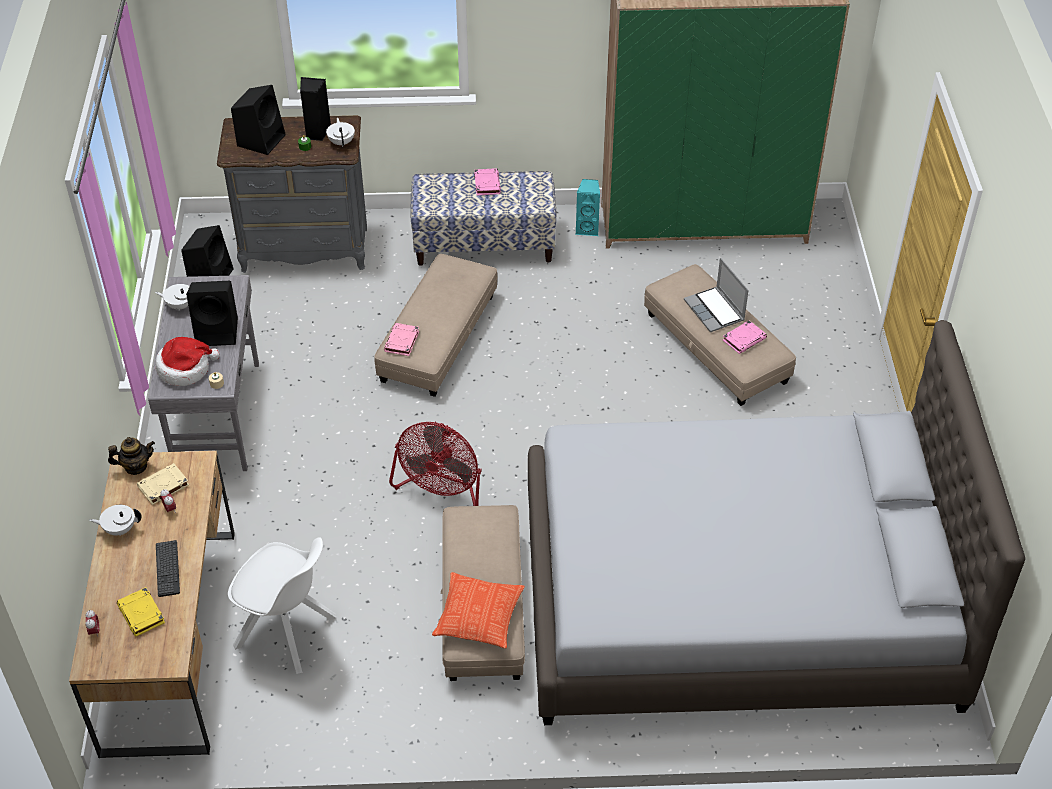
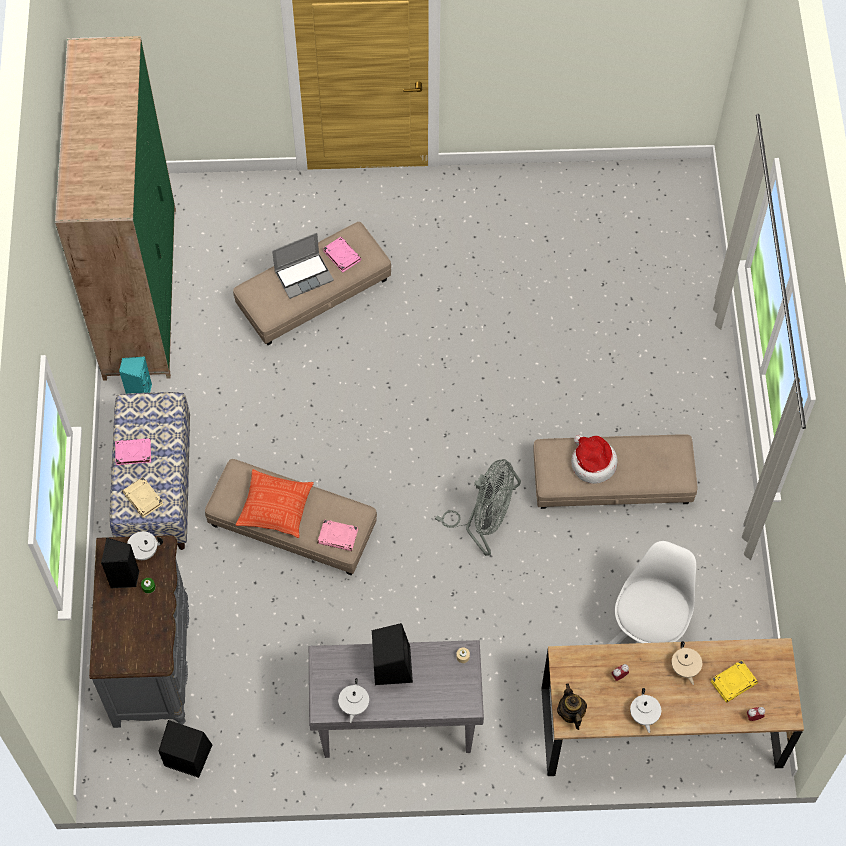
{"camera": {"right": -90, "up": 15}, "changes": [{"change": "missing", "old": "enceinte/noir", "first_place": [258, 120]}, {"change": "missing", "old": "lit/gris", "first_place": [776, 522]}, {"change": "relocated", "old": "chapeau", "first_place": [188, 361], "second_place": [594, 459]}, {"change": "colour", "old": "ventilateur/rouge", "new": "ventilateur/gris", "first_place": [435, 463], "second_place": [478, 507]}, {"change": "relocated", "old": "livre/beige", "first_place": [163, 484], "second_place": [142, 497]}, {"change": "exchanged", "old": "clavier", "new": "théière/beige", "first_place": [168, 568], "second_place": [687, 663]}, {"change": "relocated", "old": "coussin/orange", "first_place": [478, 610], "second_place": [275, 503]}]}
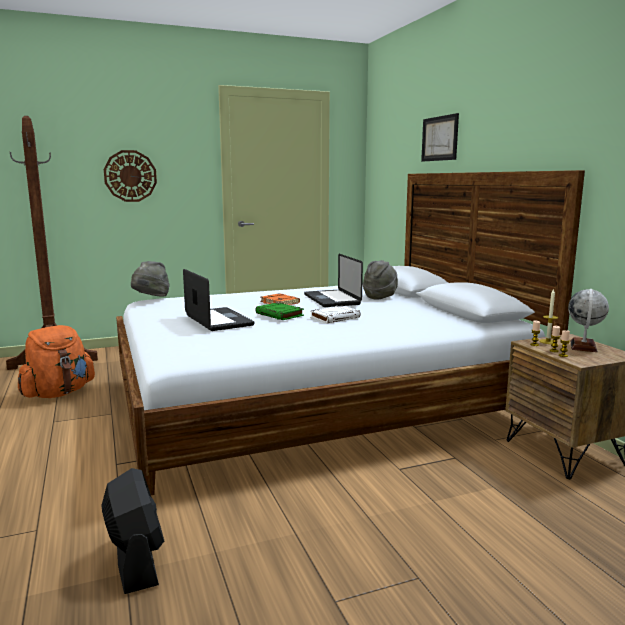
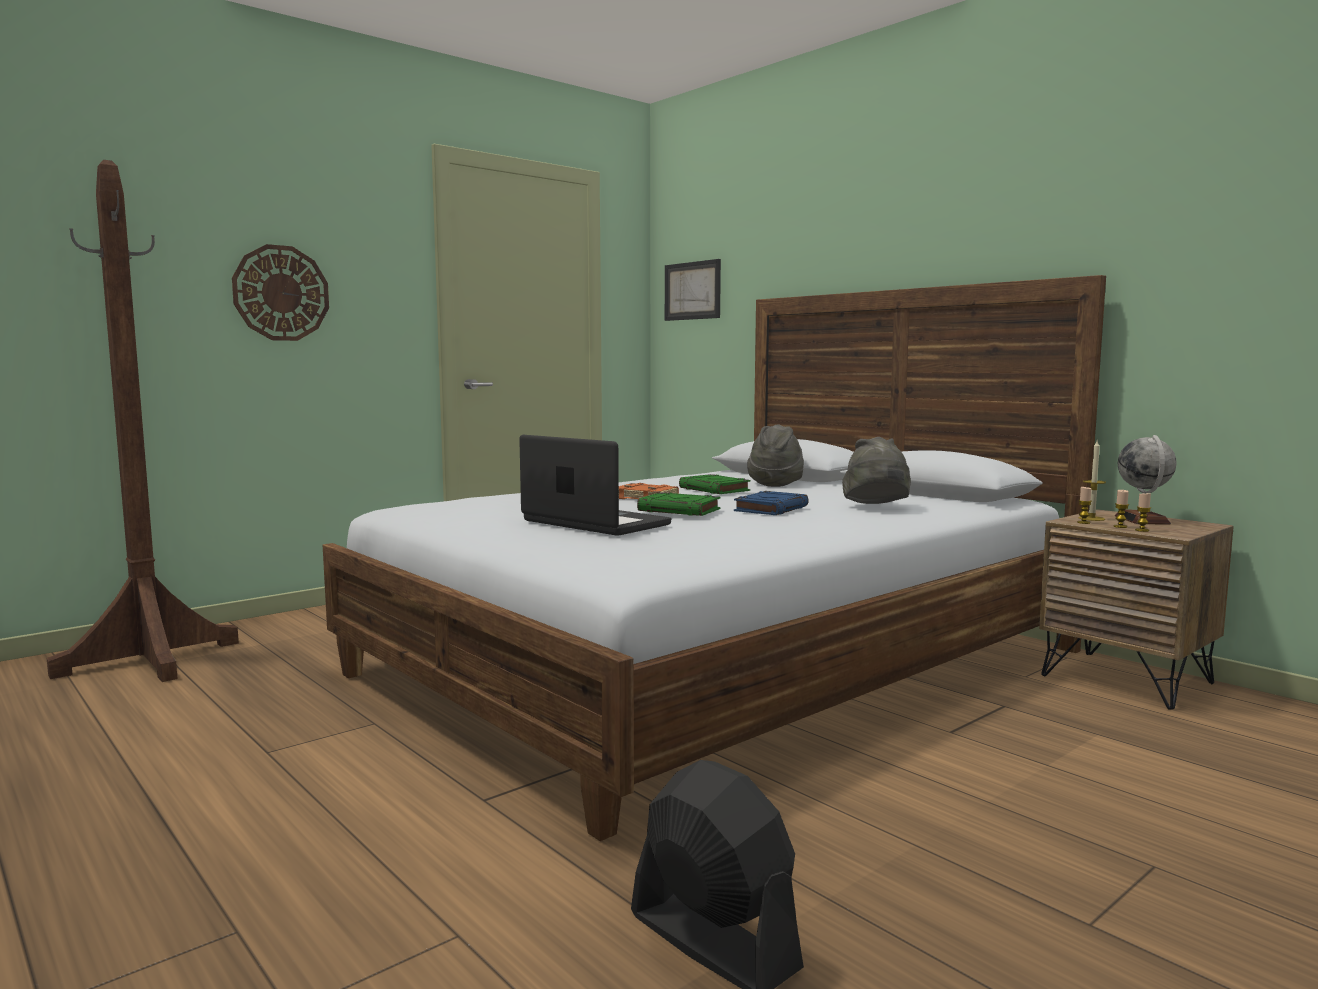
{"camera": {"right": -20, "up": -5}, "changes": [{"change": "relocated", "old": "tableau", "first_place": [440, 137], "second_place": [693, 290]}, {"change": "exchanged", "old": "ordinateur portable", "new": "livre/vert", "first_place": [333, 280], "second_place": [714, 484]}, {"change": "relocated", "old": "chapeau/gris", "first_place": [150, 279], "second_place": [876, 470]}, {"change": "colour", "old": "livre/blanc", "new": "livre/bleu", "first_place": [335, 314], "second_place": [771, 503]}, {"change": "missing", "old": "sac à dos/orange", "first_place": [56, 361]}]}
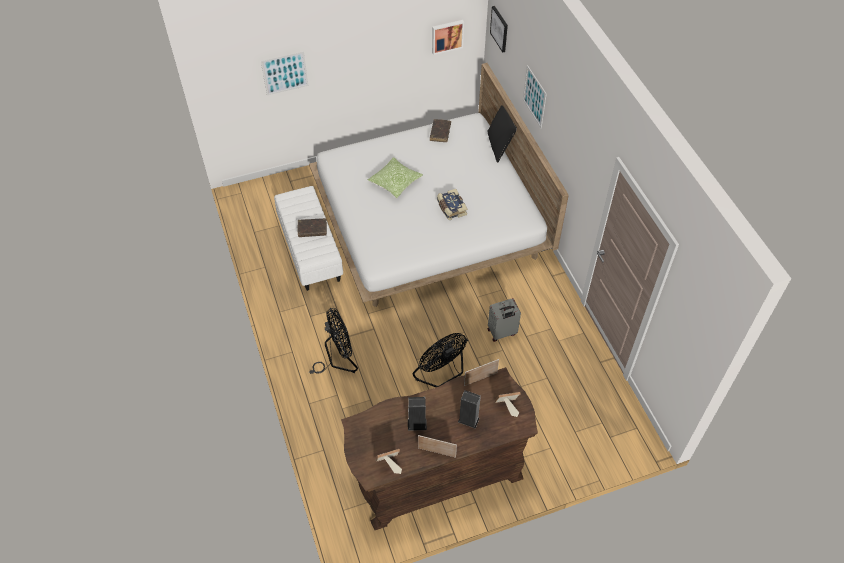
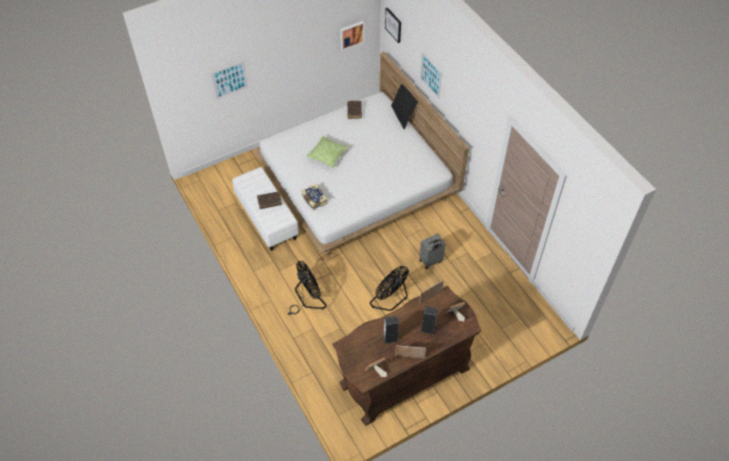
{"camera": {"right": -10, "up": 0}, "changes": [{"change": "relocated", "old": "livre", "first_place": [452, 204], "second_place": [314, 197]}]}
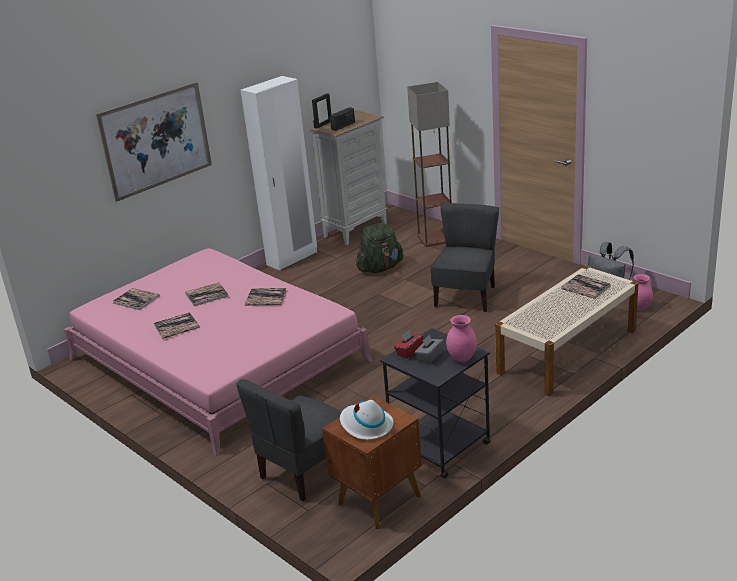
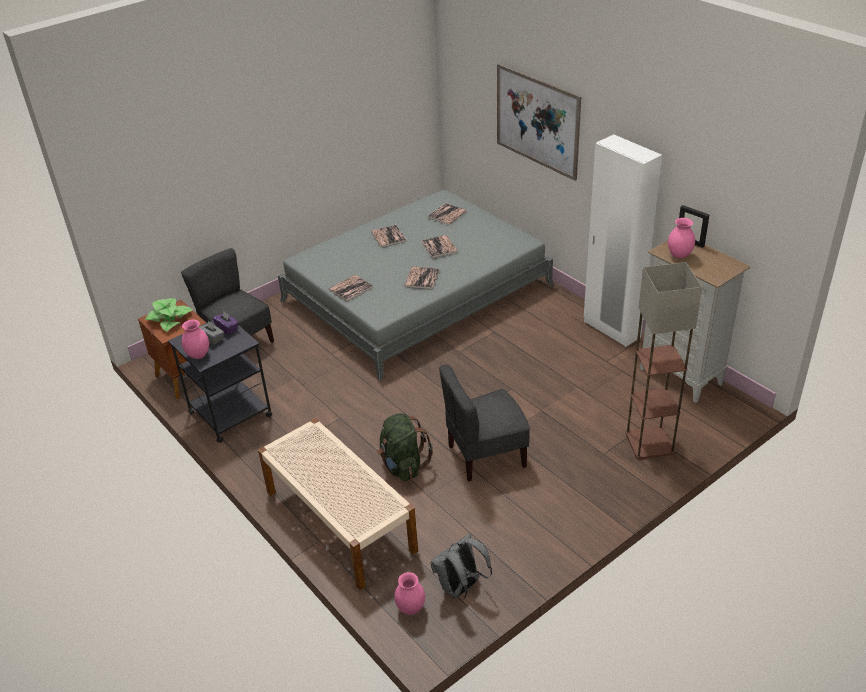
{"camera": {"right": 95, "up": 10}, "changes": [{"change": "exchanged", "old": "radio", "new": "vase/rose", "first_place": [342, 119], "second_place": [681, 238]}, {"change": "spun", "old": "chaise/gris", "first_place": [465, 257], "second_place": [484, 422], "degrees": 135}, {"change": "relocated", "old": "sac à dos/vert", "first_place": [379, 248], "second_place": [405, 447]}, {"change": "colour", "old": "lit/rose", "new": "lit/gris", "first_place": [218, 352], "second_place": [416, 285]}, {"change": "relocated", "old": "livre", "first_place": [586, 286], "second_place": [351, 288]}, {"change": "colour", "old": "boîte à mouchoirs/rouge", "new": "boîte à mouchoirs/violet", "first_place": [409, 344], "second_place": [225, 322]}, {"change": "exchanged", "old": "chapeau/blanc", "new": "plante en pot", "first_place": [367, 420], "second_place": [168, 315]}]}
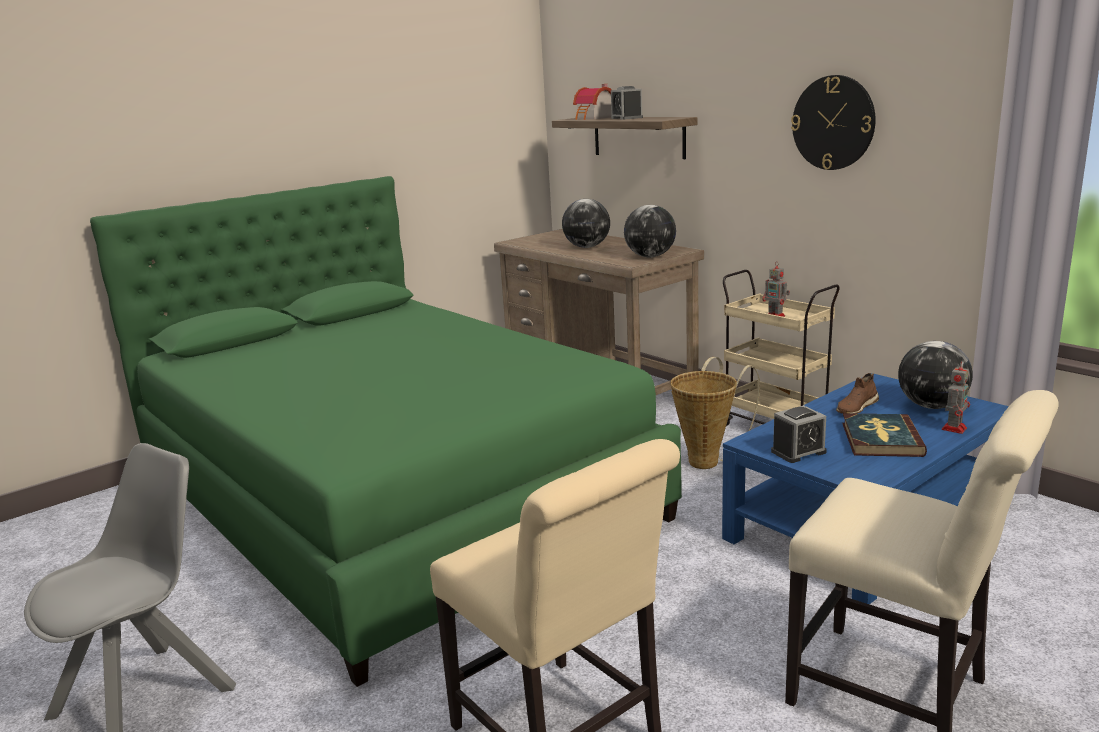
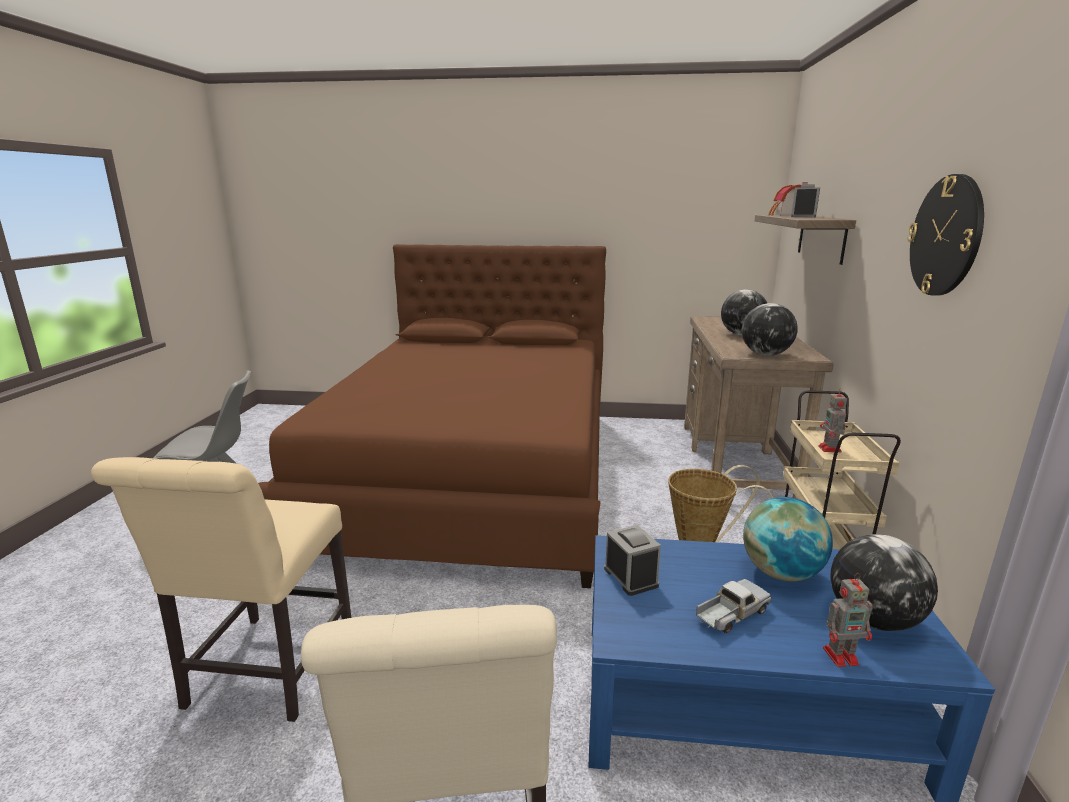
{"camera": {"right": 45, "up": 0}, "changes": [{"change": "colour", "old": "lit/vert", "new": "lit/marron", "first_place": [386, 431], "second_place": [432, 416]}, {"change": "exchanged", "old": "chaussure/marron", "new": "globe", "first_place": [857, 393], "second_place": [788, 539]}, {"change": "spun", "old": "réveil", "first_place": [799, 434], "second_place": [632, 560], "degrees": -135}, {"change": "exchanged", "old": "livre", "new": "camion jouet", "first_place": [884, 435], "second_place": [733, 606]}]}
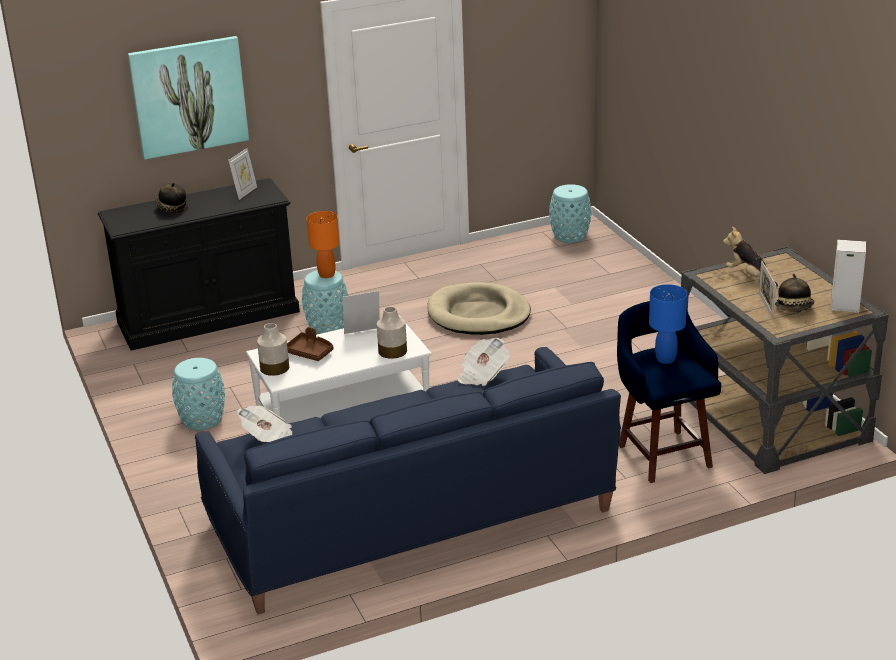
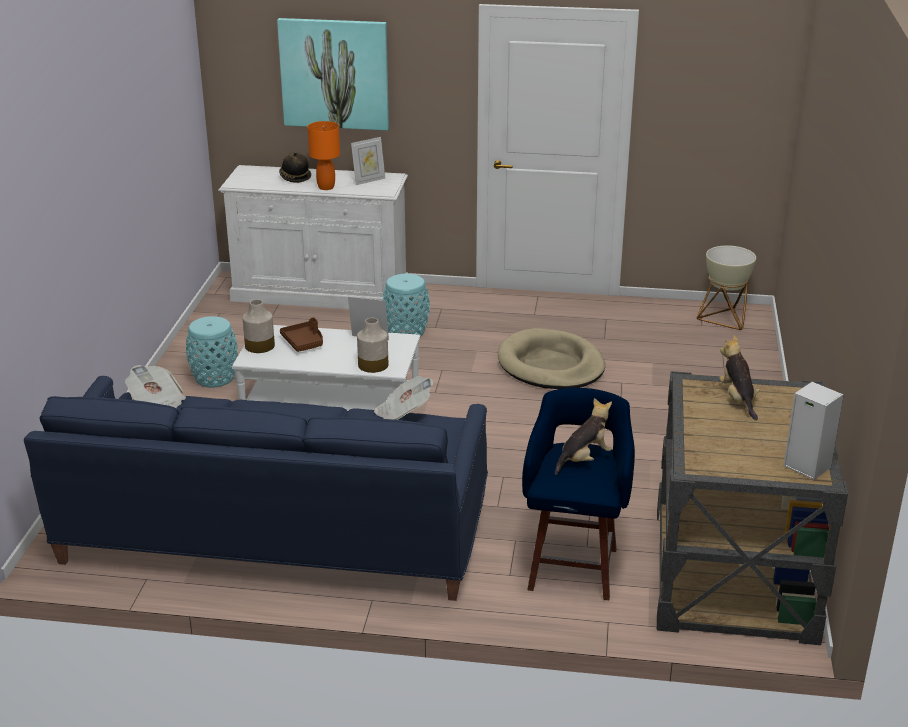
{"camera": {"right": 30, "up": 0}, "changes": [{"change": "colour", "old": "meuble de rangement/noir", "new": "meuble de rangement/blanc", "first_place": [199, 264], "second_place": [313, 238]}, {"change": "exchanged", "old": "tabouret/turquoise", "new": "cache-pot", "first_place": [570, 213], "second_place": [726, 287]}, {"change": "relocated", "old": "lampe de table/orange", "first_place": [323, 244], "second_place": [324, 155]}, {"change": "missing", "old": "cadre photo", "first_place": [767, 290]}, {"change": "missing", "old": "chapeau", "first_place": [794, 293]}, {"change": "exchanged", "old": "lampe de table/bleu", "new": "peluche", "first_place": [668, 324], "second_place": [583, 436]}]}
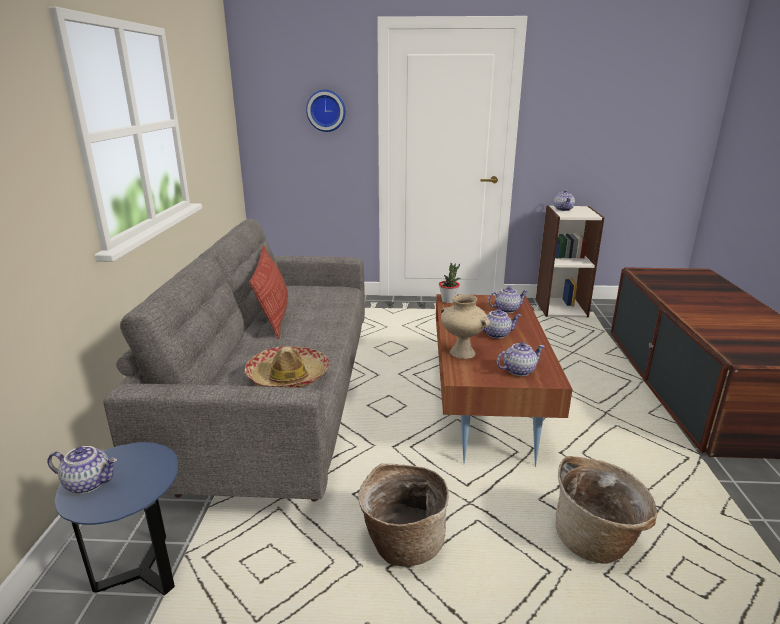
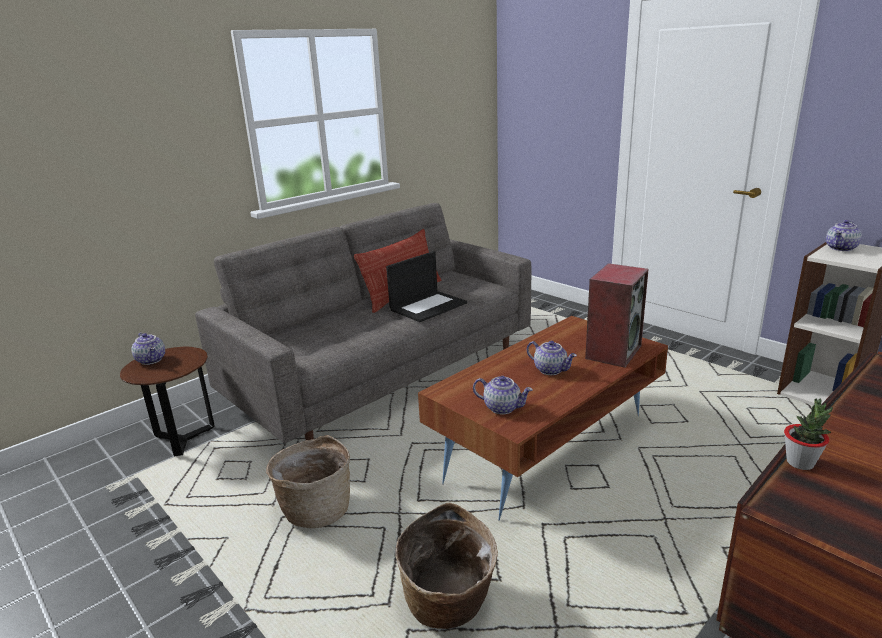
{"camera": {"right": 45, "up": 0}, "changes": [{"change": "missing", "old": "horloge murale", "first_place": [326, 111]}, {"change": "relocated", "old": "plante en pot", "first_place": [449, 283], "second_place": [808, 434]}, {"change": "exchanged", "old": "théière", "new": "enceinte", "first_place": [508, 299], "second_place": [617, 315]}, {"change": "missing", "old": "vase/beige", "first_place": [465, 327]}, {"change": "missing", "old": "chapeau", "first_place": [287, 367]}, {"change": "colour", "old": "table d'appoint/bleu", "new": "table d'appoint/marron", "first_place": [116, 518], "second_place": [167, 401]}, {"change": "appeared", "new": "ordinateur portable", "second_place": [426, 286]}]}
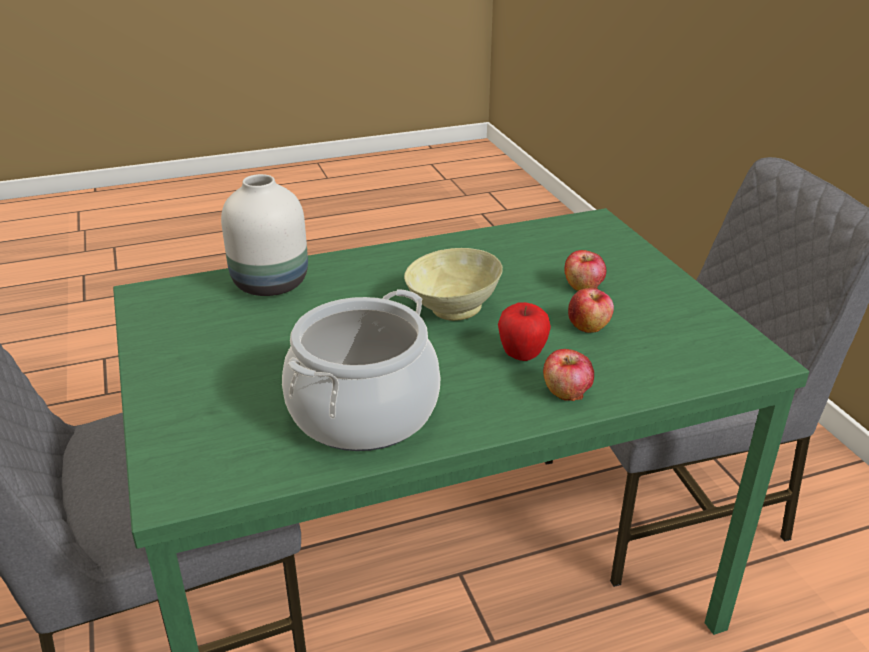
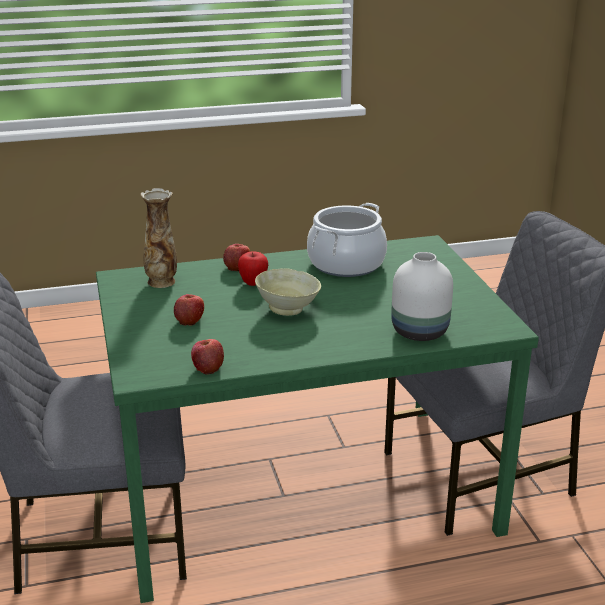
{"camera": {"right": -175, "up": -5}, "changes": [{"change": "relocated", "old": "pomme", "first_place": [591, 310], "second_place": [207, 357]}, {"change": "appeared", "new": "vase", "second_place": [158, 238]}]}
